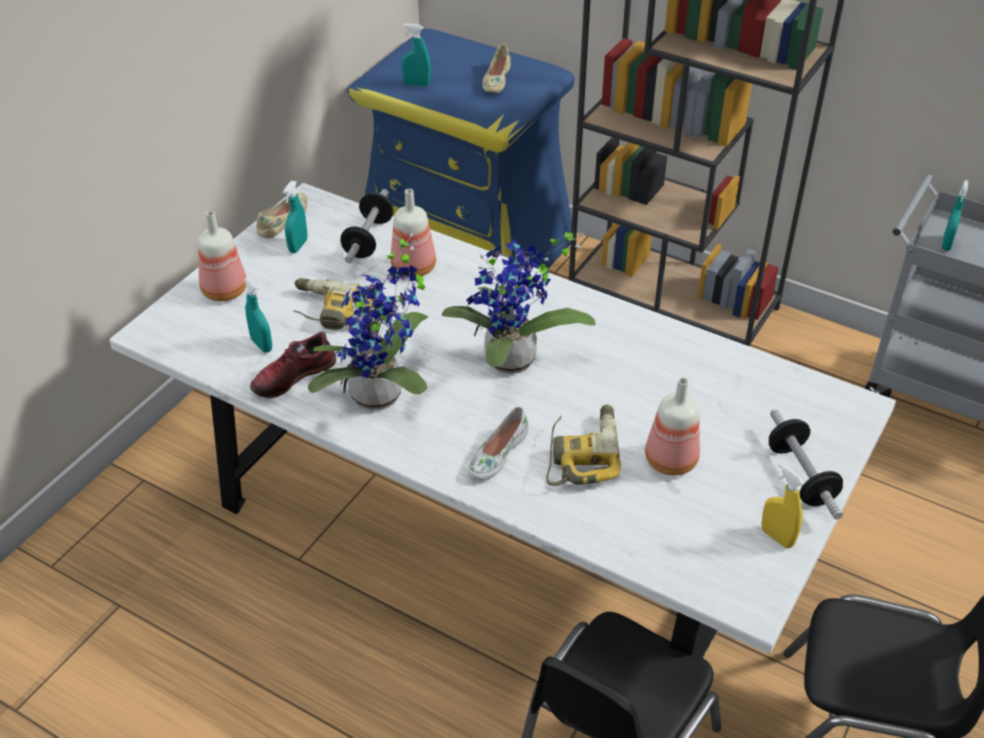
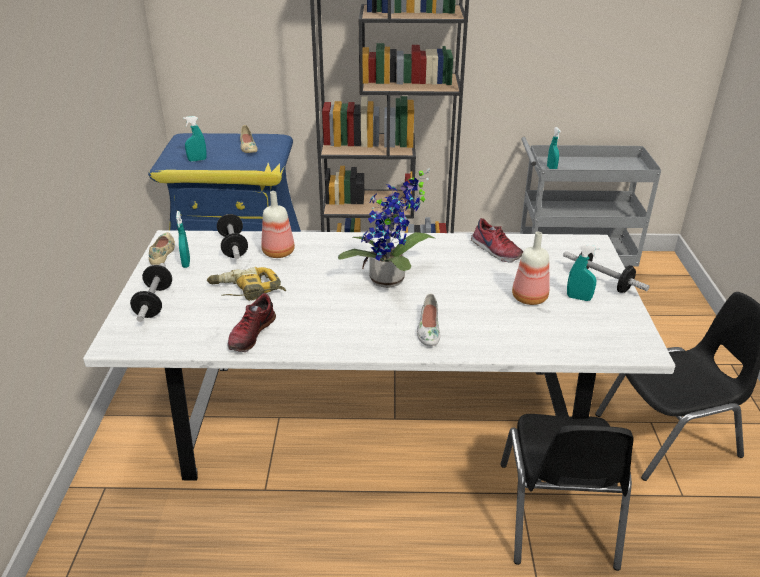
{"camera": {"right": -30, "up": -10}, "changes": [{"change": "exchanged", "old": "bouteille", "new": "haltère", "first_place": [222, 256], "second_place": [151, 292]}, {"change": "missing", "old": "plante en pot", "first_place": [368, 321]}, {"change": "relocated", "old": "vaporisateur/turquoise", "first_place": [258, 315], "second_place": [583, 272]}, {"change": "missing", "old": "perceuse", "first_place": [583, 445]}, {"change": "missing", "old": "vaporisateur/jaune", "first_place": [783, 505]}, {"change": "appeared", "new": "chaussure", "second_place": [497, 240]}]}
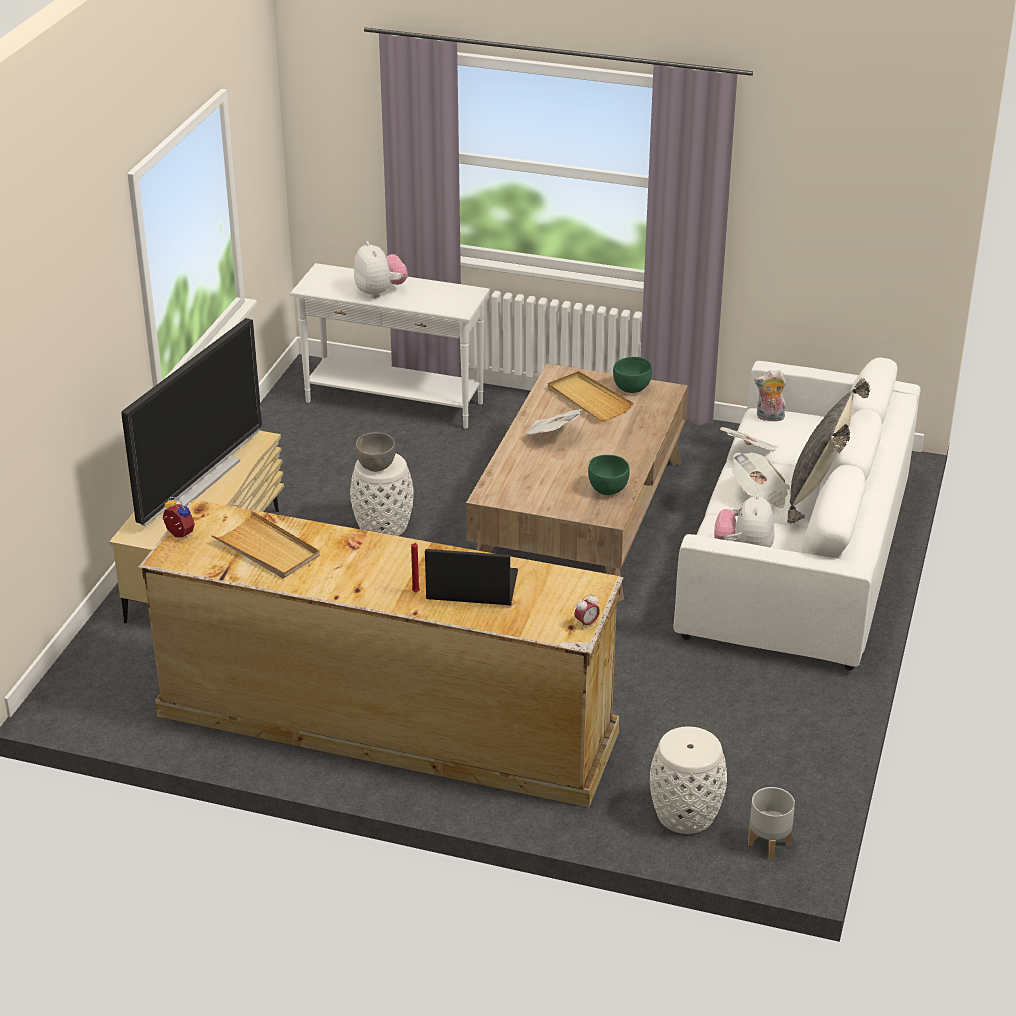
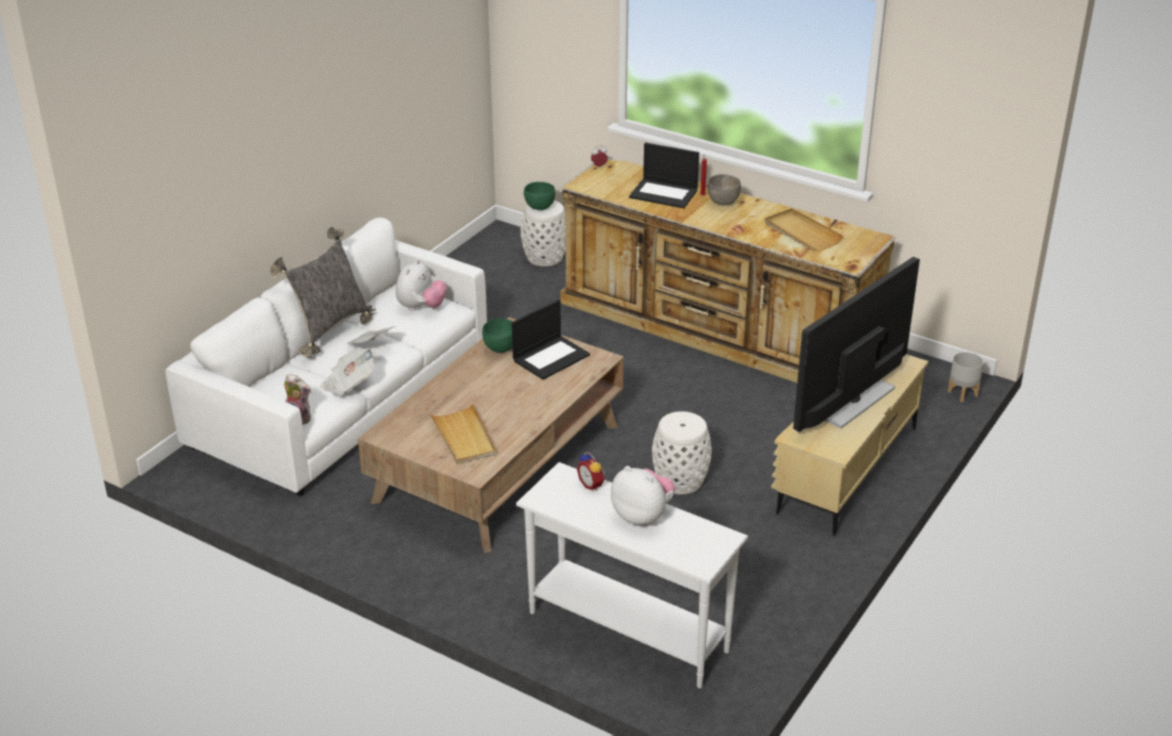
{"camera": {"right": -165, "up": 0}, "changes": [{"change": "spun", "old": "peluche", "first_place": [381, 269], "second_place": [643, 496], "degrees": 135}, {"change": "relocated", "old": "bol/vert", "first_place": [632, 375], "second_place": [539, 196]}, {"change": "missing", "old": "journal", "first_place": [553, 422]}, {"change": "relocated", "old": "bol/gris", "first_place": [375, 452], "second_place": [724, 189]}, {"change": "relocated", "old": "réveil", "first_place": [179, 517], "second_place": [591, 471]}, {"change": "relocated", "old": "cache-pot/gris", "first_place": [771, 823], "second_place": [966, 377]}, {"change": "appeared", "new": "ordinateur portable", "second_place": [551, 339]}]}
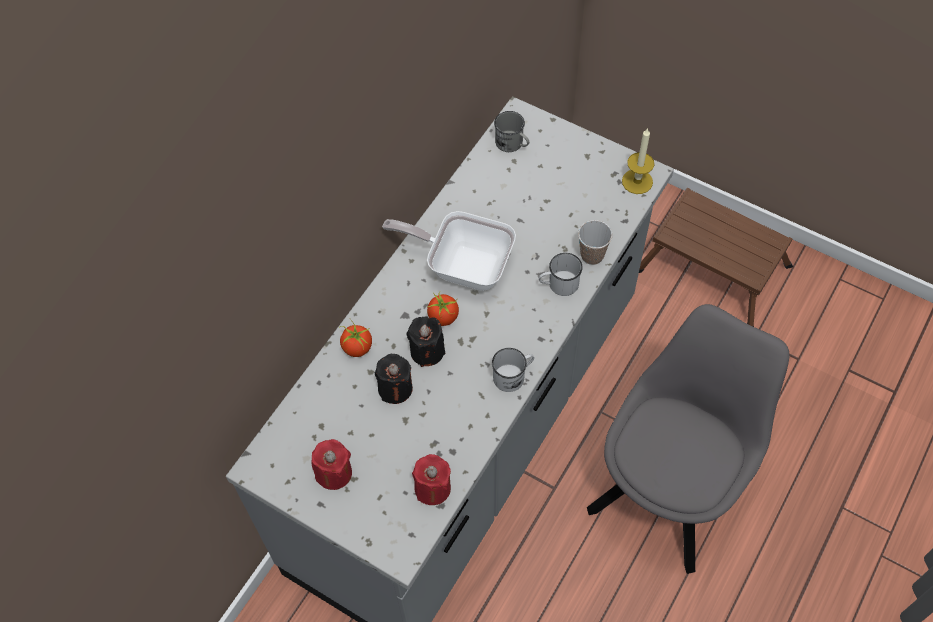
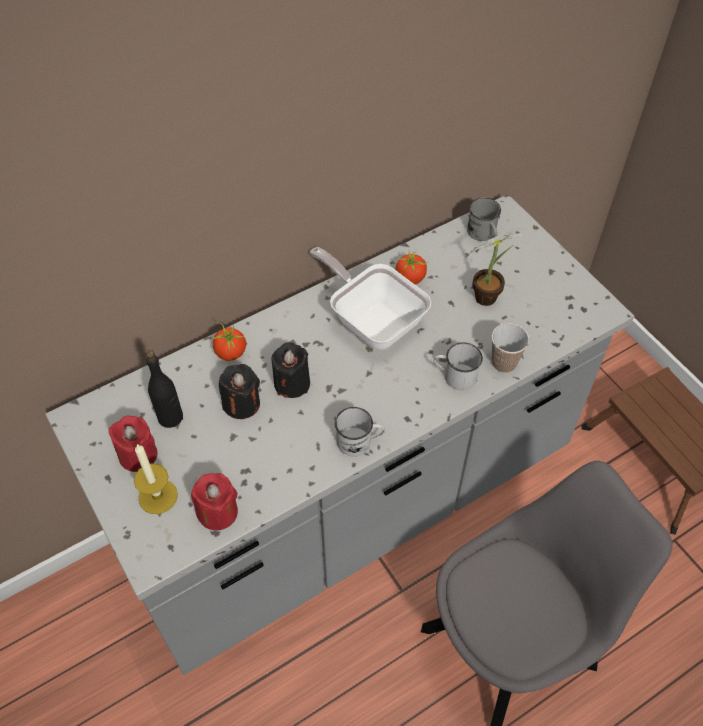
{"camera": {"right": 25, "up": -5}, "changes": [{"change": "relocated", "old": "bougie", "first_place": [638, 161], "second_place": [156, 479]}, {"change": "relocated", "old": "tomate", "first_place": [443, 309], "second_place": [412, 267]}, {"change": "appeared", "new": "plante en pot", "second_place": [495, 267]}, {"change": "appeared", "new": "bouteille/noir", "second_place": [164, 389]}]}
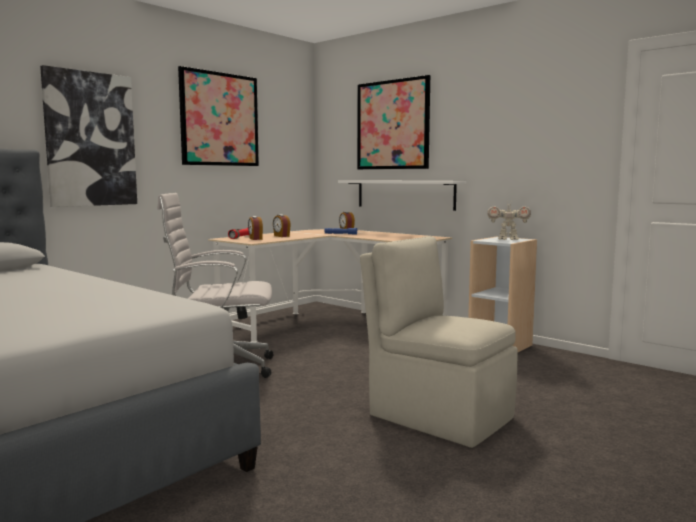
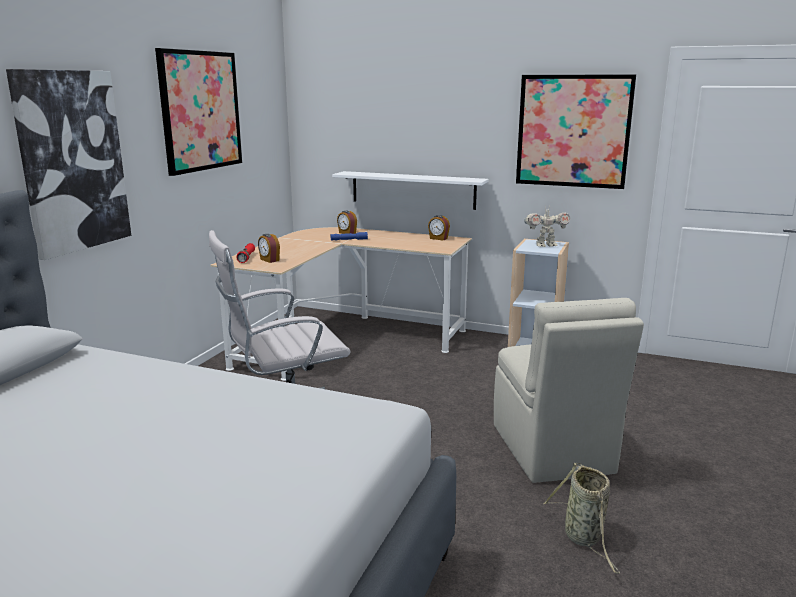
{"camera": {"right": -20, "up": 10}, "changes": [{"change": "relocated", "old": "tableau", "first_place": [393, 122], "second_place": [576, 131]}, {"change": "relocated", "old": "réveil", "first_place": [282, 225], "second_place": [439, 228]}, {"change": "spun", "old": "chaise/beige", "first_place": [439, 342], "second_place": [569, 390], "degrees": -120}, {"change": "appeared", "new": "panier", "second_place": [581, 518]}]}
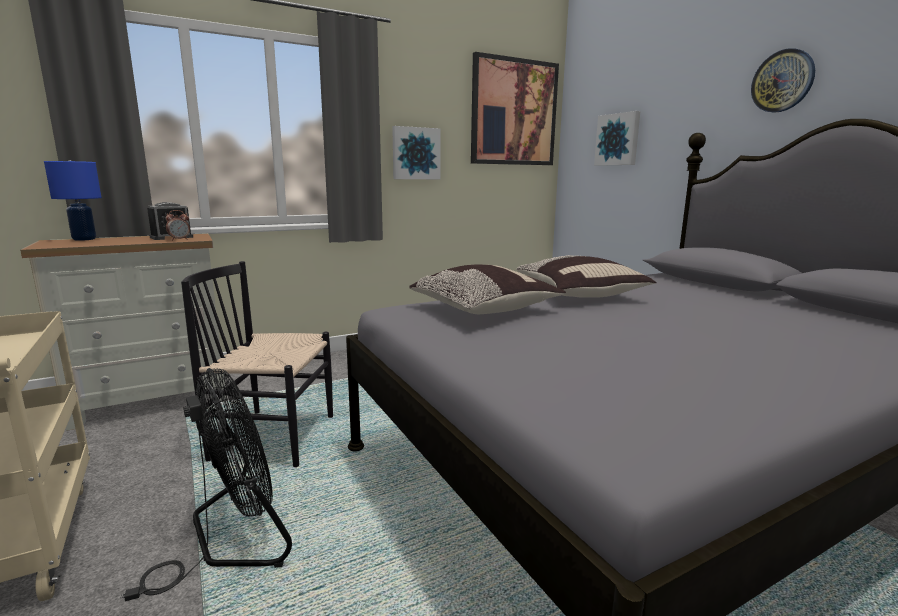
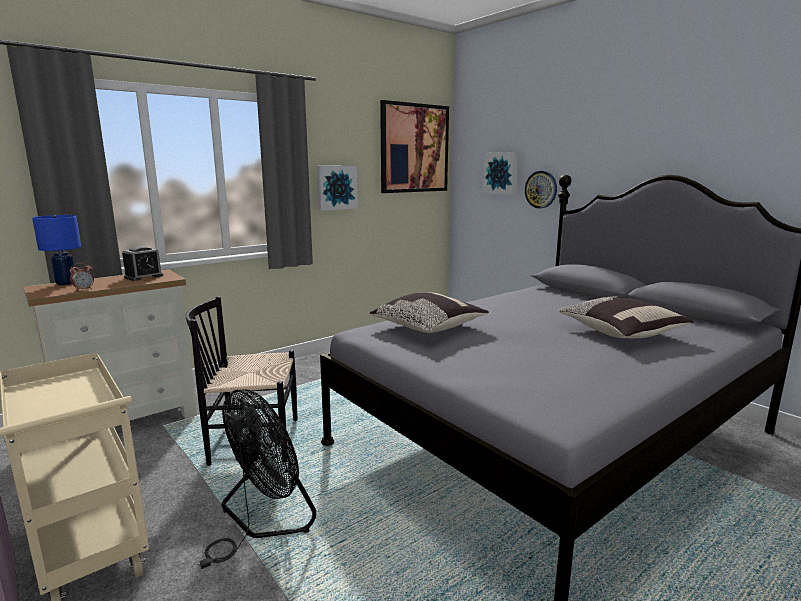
{"camera": {"right": -10, "up": 0}, "changes": [{"change": "relocated", "old": "horloge murale", "first_place": [783, 80], "second_place": [541, 189]}, {"change": "relocated", "old": "réveil", "first_place": [177, 225], "second_place": [82, 277]}, {"change": "relocated", "old": "coussin", "first_place": [586, 276], "second_place": [626, 317]}]}
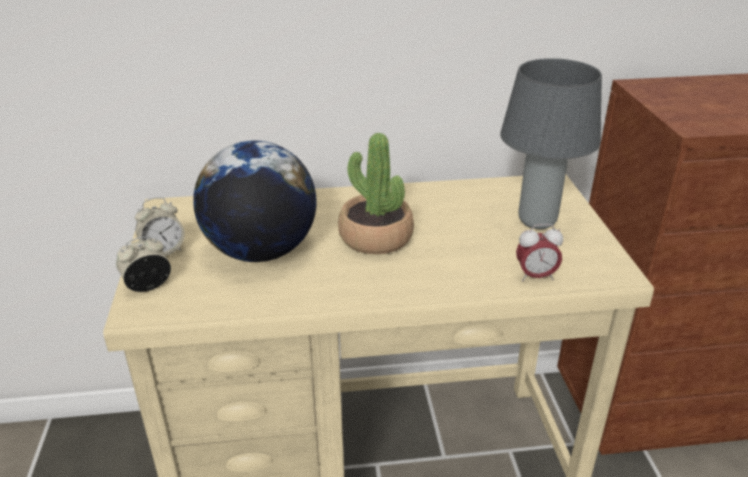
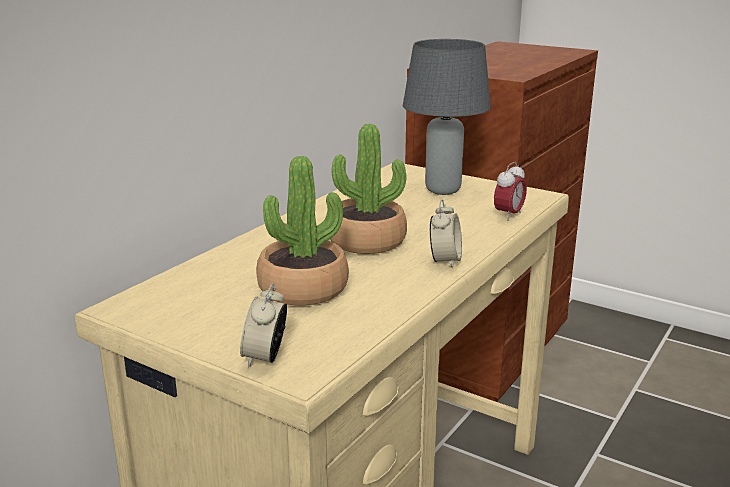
{"camera": {"right": -50, "up": -10}, "changes": [{"change": "exchanged", "old": "globe", "new": "plante en pot", "first_place": [255, 201], "second_place": [302, 231]}, {"change": "relocated", "old": "réveil", "first_place": [160, 226], "second_place": [446, 233]}]}
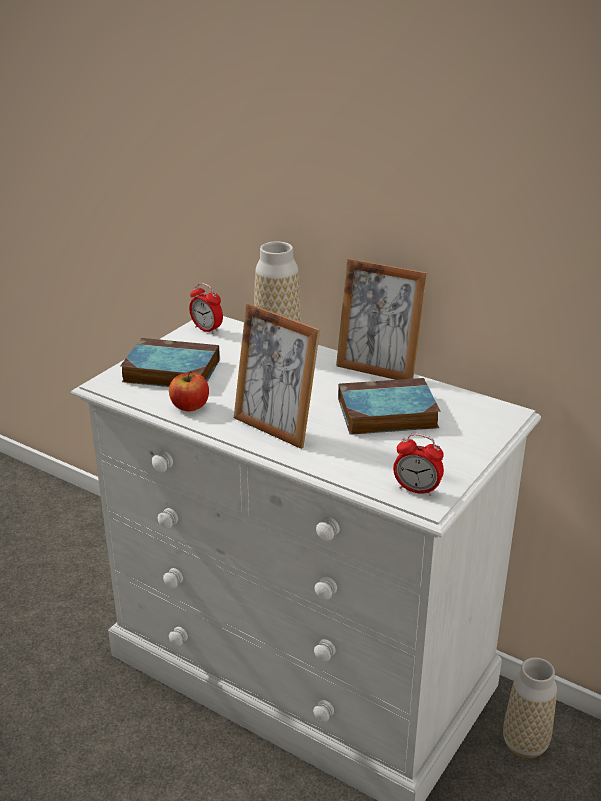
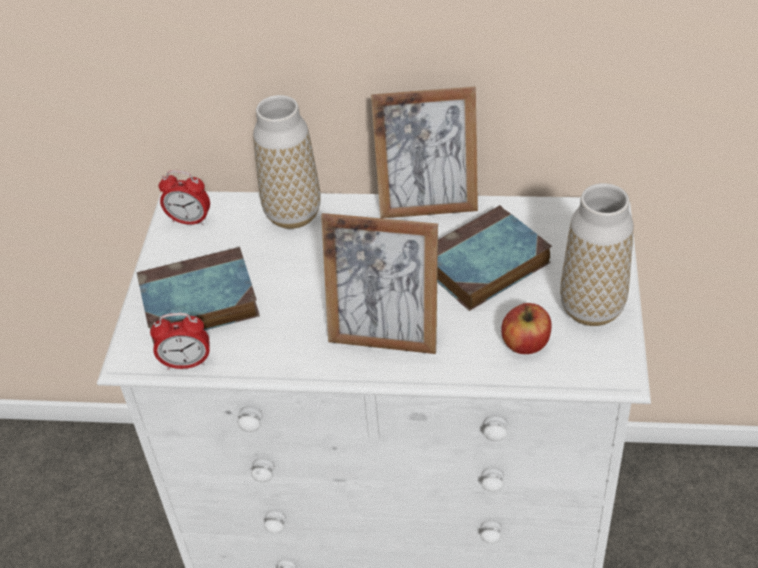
{"camera": {"right": -25, "up": 15}, "changes": [{"change": "relocated", "old": "pomme", "first_place": [189, 391], "second_place": [526, 328]}, {"change": "relocated", "old": "réveil", "first_place": [418, 464], "second_place": [179, 341]}, {"change": "relocated", "old": "vase", "first_place": [530, 707], "second_place": [597, 254]}]}
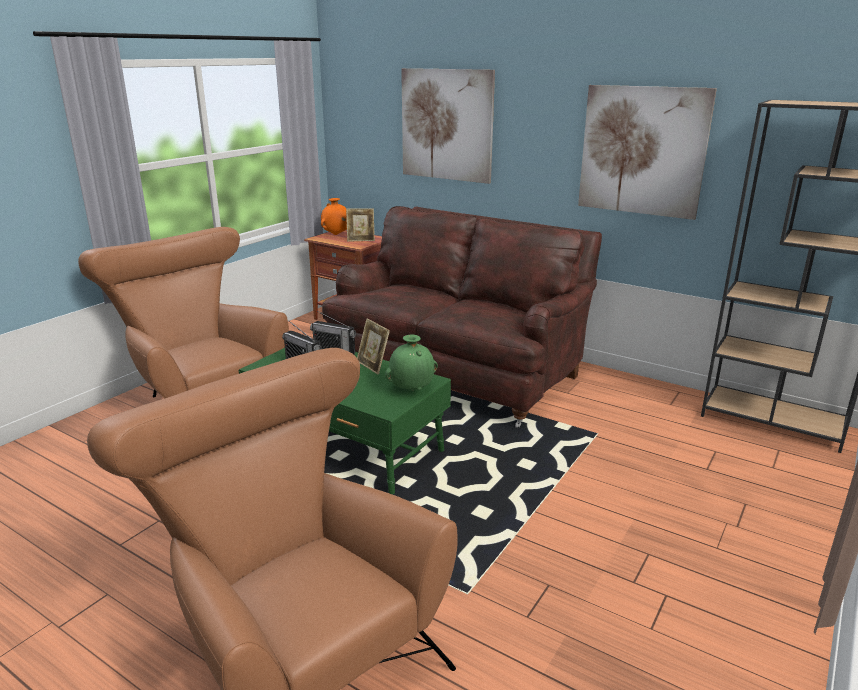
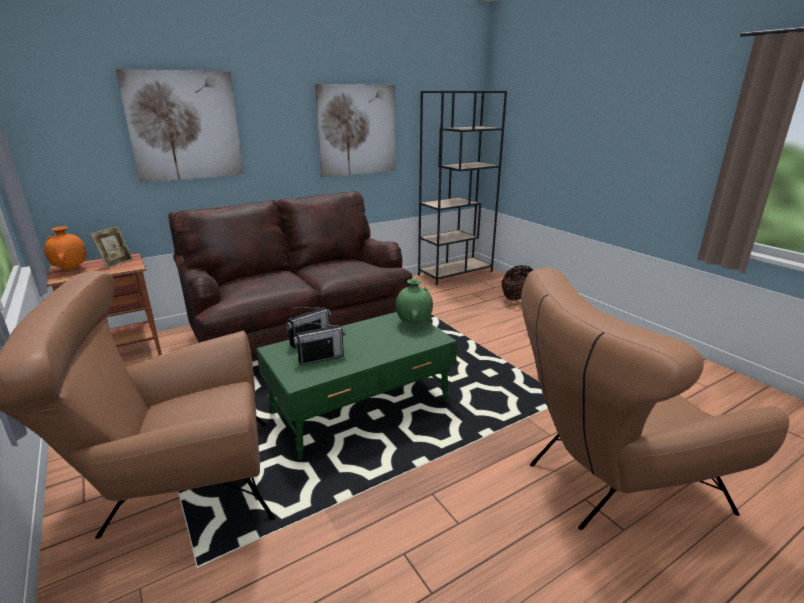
{"camera": {"right": -65, "up": 0}, "changes": [{"change": "missing", "old": "cadre photo", "first_place": [373, 346]}, {"change": "appeared", "new": "panier", "second_place": [517, 283]}]}
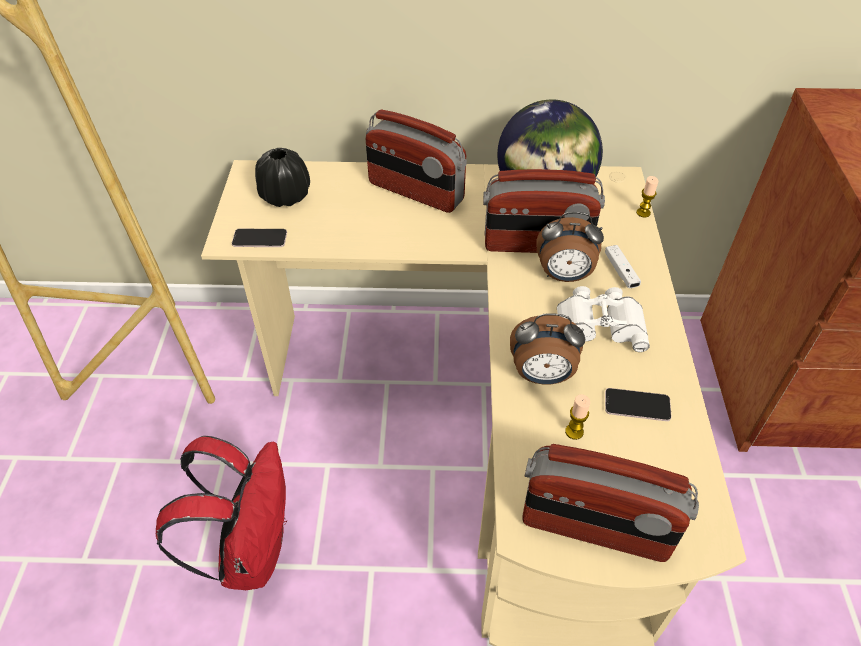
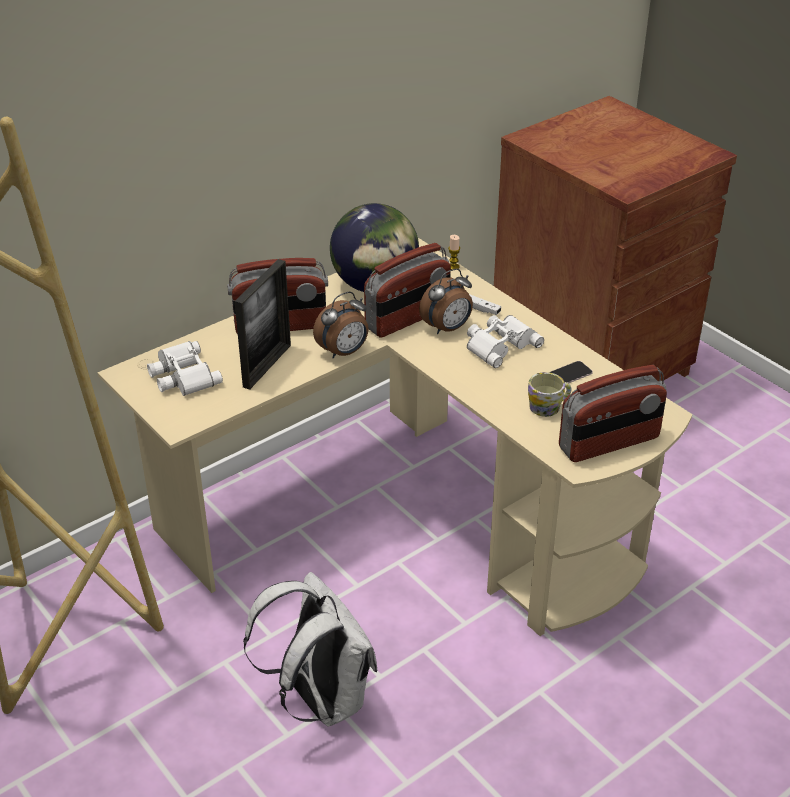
{"camera": {"right": -40, "up": -10}, "changes": [{"change": "exchanged", "old": "vase/noir", "new": "jumelles/blanc", "first_place": [282, 177], "second_place": [185, 368]}, {"change": "missing", "old": "téléphone", "first_place": [259, 238]}, {"change": "relocated", "old": "réveil", "first_place": [547, 349], "second_place": [341, 325]}, {"change": "exchanged", "old": "bougie", "new": "mug", "first_place": [577, 417], "second_place": [549, 394]}, {"change": "colour", "old": "sac à dos/rouge", "new": "sac à dos/blanc", "first_place": [221, 513], "second_place": [310, 649]}, {"change": "appeared", "new": "cadre photo", "second_place": [263, 324]}]}
